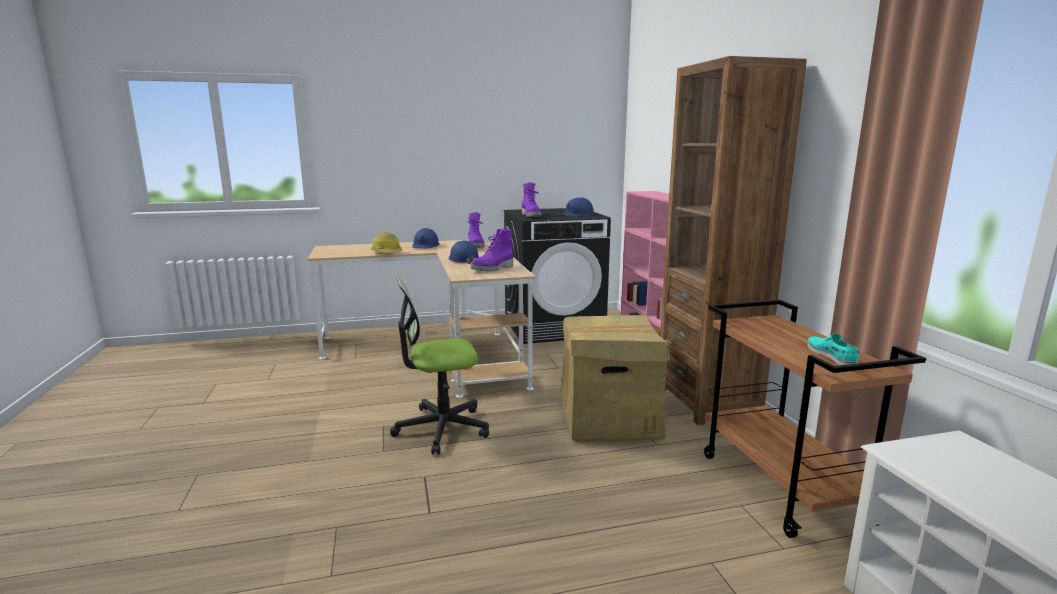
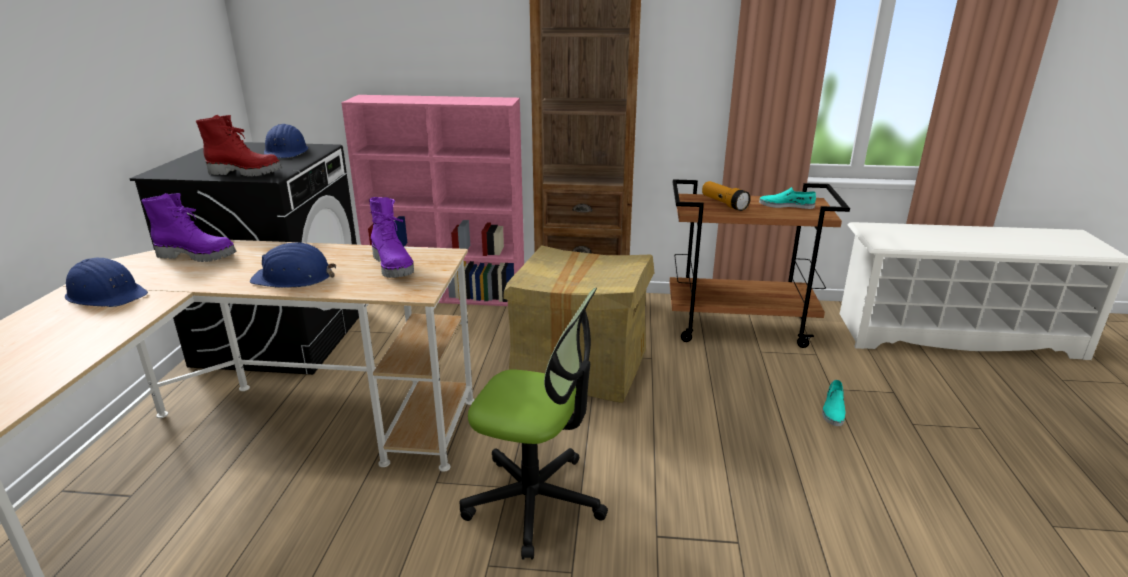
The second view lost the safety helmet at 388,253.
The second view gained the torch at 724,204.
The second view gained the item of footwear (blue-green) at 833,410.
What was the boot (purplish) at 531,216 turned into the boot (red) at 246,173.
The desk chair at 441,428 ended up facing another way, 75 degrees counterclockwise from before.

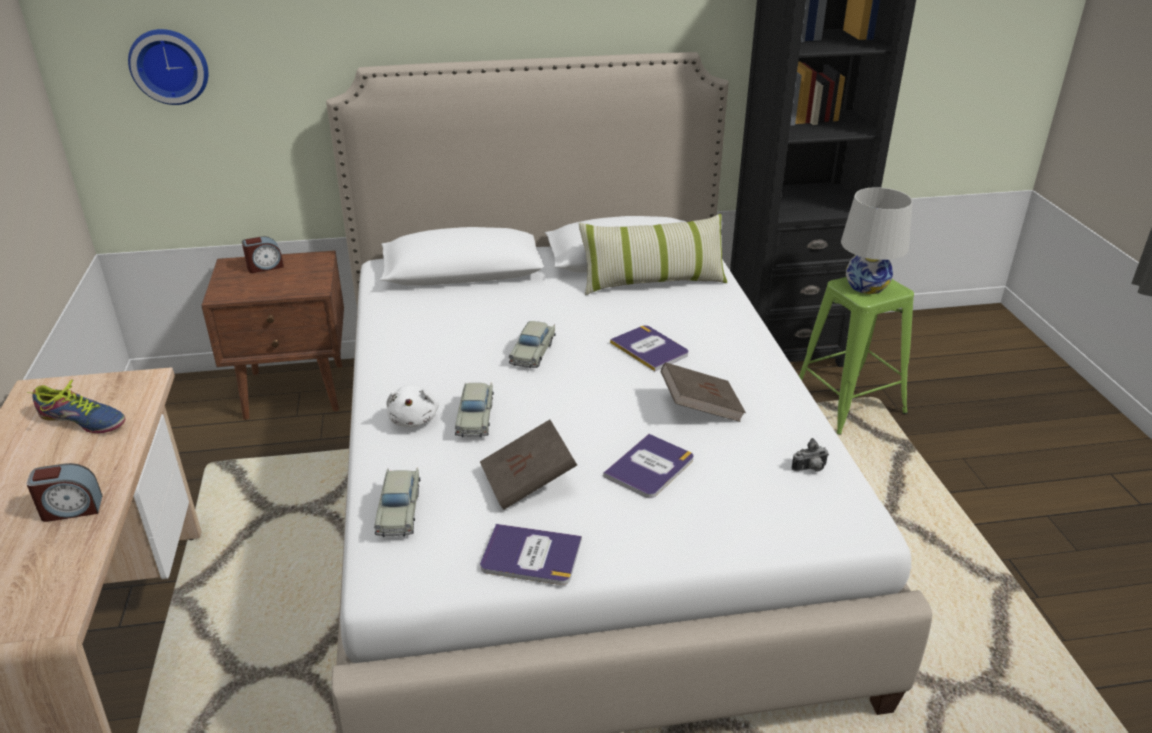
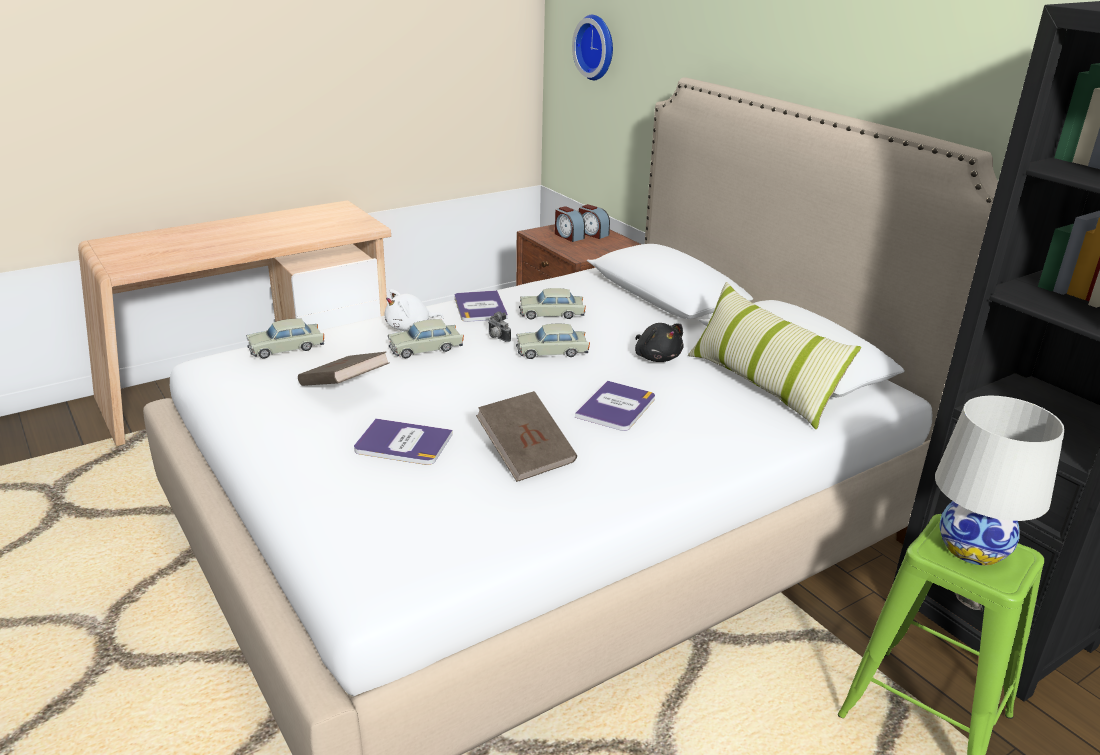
The second view lost the item of footwear at 83,420.
The second view gained the miniature car (beige) at 551,314.
The second view gained the plush toy (black) at 657,357.
The alarm clock ended up elsewhere, having gone from 71,509 to 568,236.
The volume ended up elsewhere, having gone from 531,556 to 480,307.
The photo camera ended up elsewhere, having gone from 810,469 to 497,338.

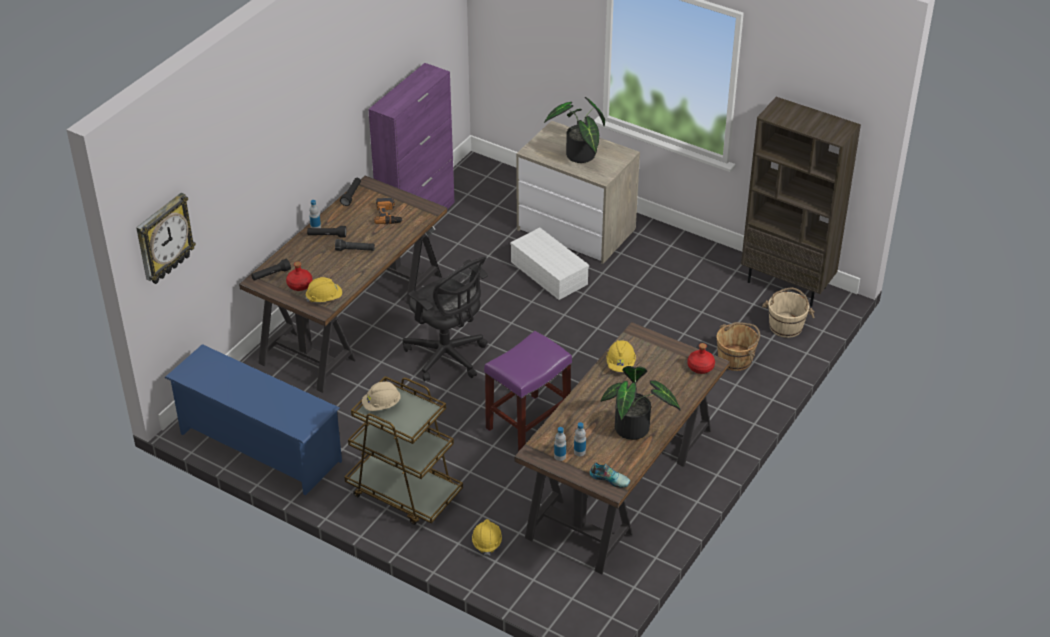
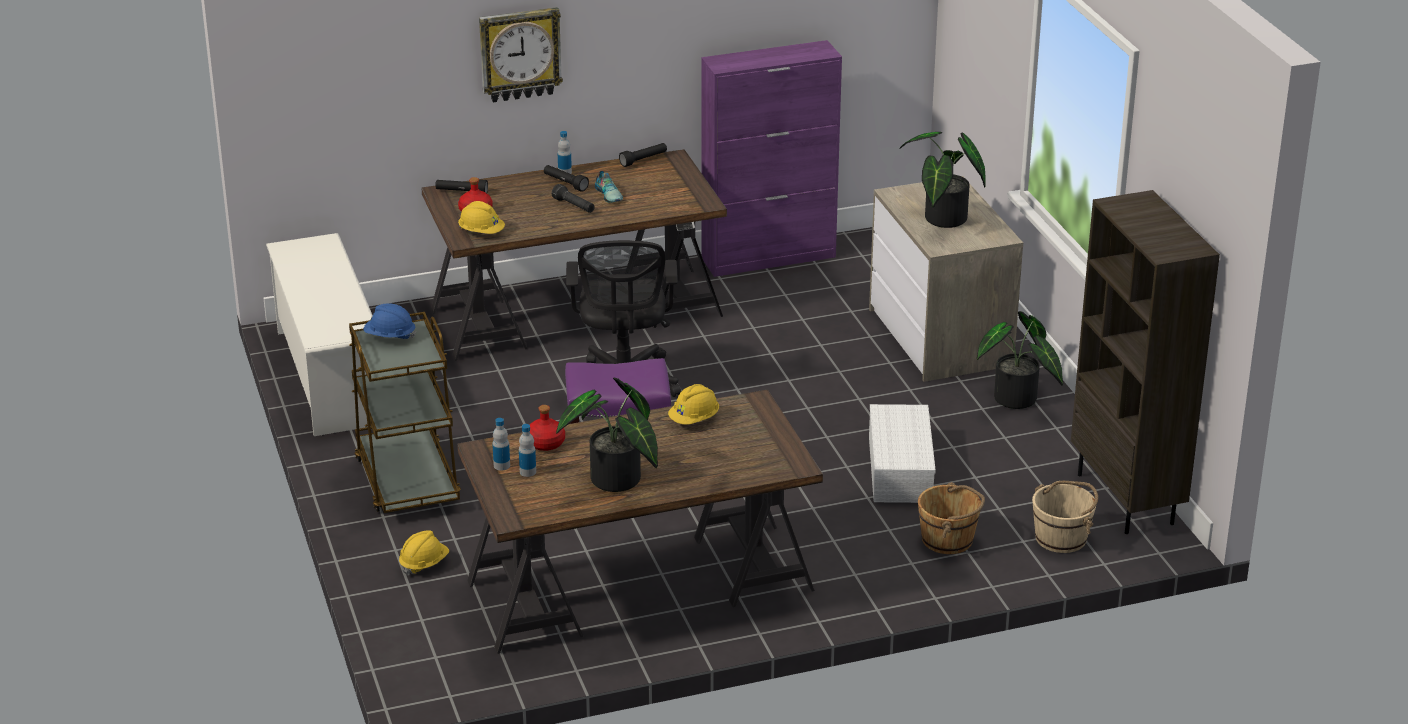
The second view lost the electric drill at 388,215.
The second view gained the potted plant at 1016,401.
The hanging clock ended up elsewhere, having gone from 163,239 to 520,54.
The storage bin (white) ended up elsewhere, having gone from 547,273 to 898,468.
The item of footwear ended up elsewhere, having gone from 610,478 to 609,194.
The drink bottle (red) ended up elsewhere, having gone from 701,367 to 545,443.
What was the shoe stand (bluish) at 259,447 turned into the shoe stand (white) at 330,376.
What was the safety helmet (beige) at 381,405 turned into the safety helmet (bluish) at 390,336.

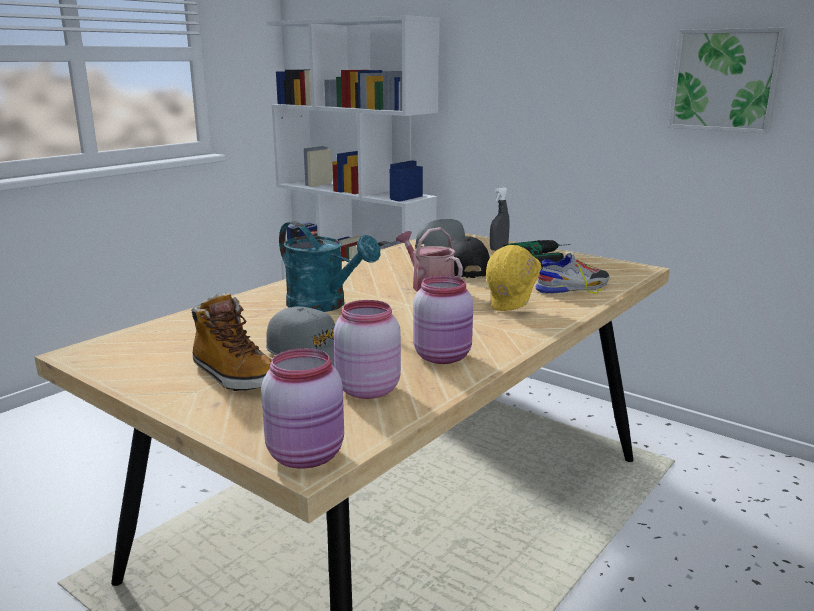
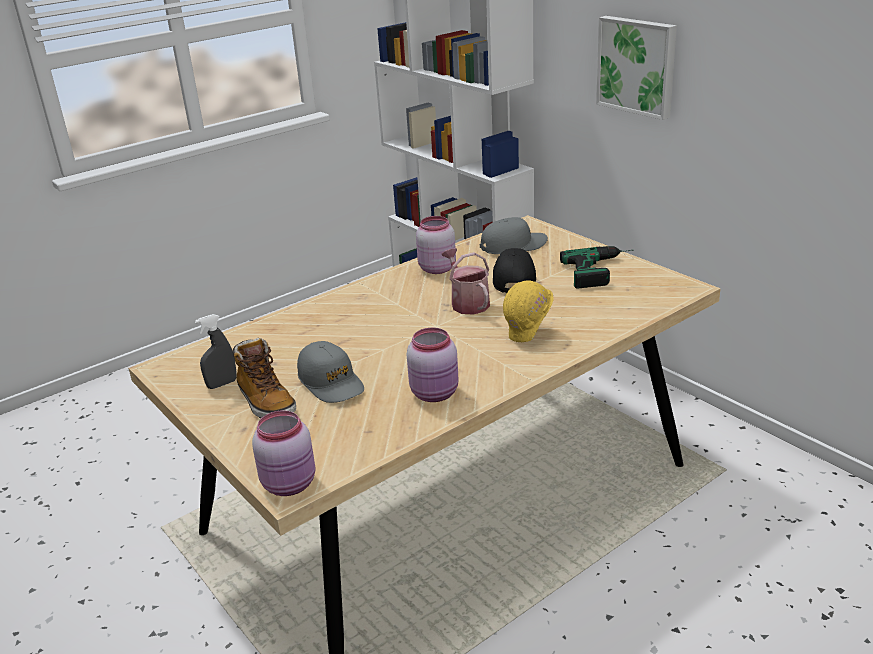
The second view lost the watering can (blue-green) at 324,305.
The second view lost the item of footwear at 573,287.
The preserve jar (pink-coloured) ended up elsewhere, having gone from 366,389 to 436,268.
The spray bottle (greyish) ended up elsewhere, having gone from 498,249 to 222,384.
The wall art ended up elsewhere, having gone from 725,80 to 637,66.

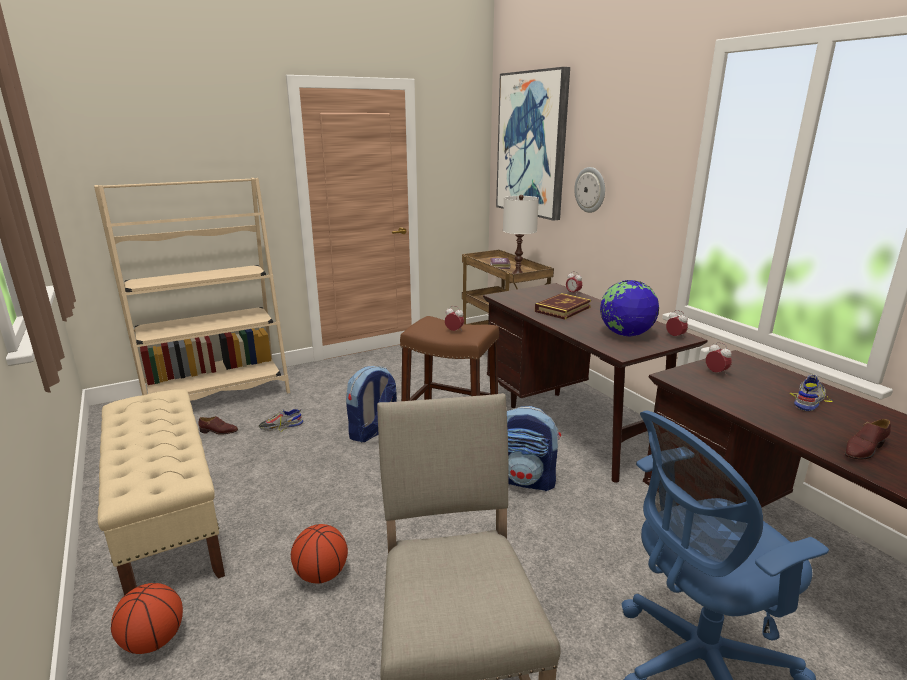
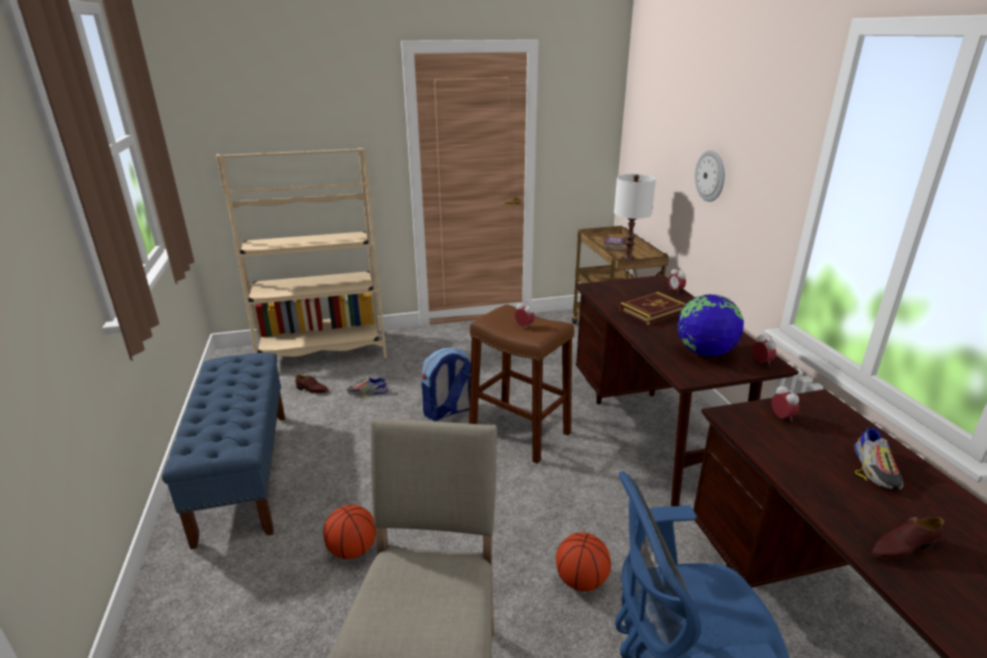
The second view lost the wall art at 532,144.
The second view lost the knapsack at 526,480.
The ball for basketball ended up elsewhere, having gone from 154,640 to 581,580.
What was the indoor bench (beige) at 168,522 turned into the indoor bench (bluish) at 244,473.
The item of footwear at 808,398 ended up facing another way, 135 degrees clockwise from before.

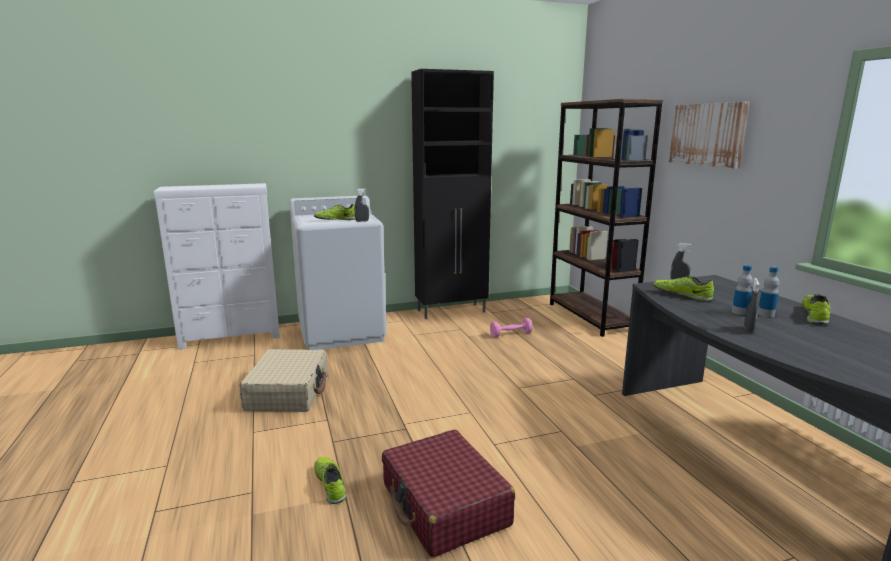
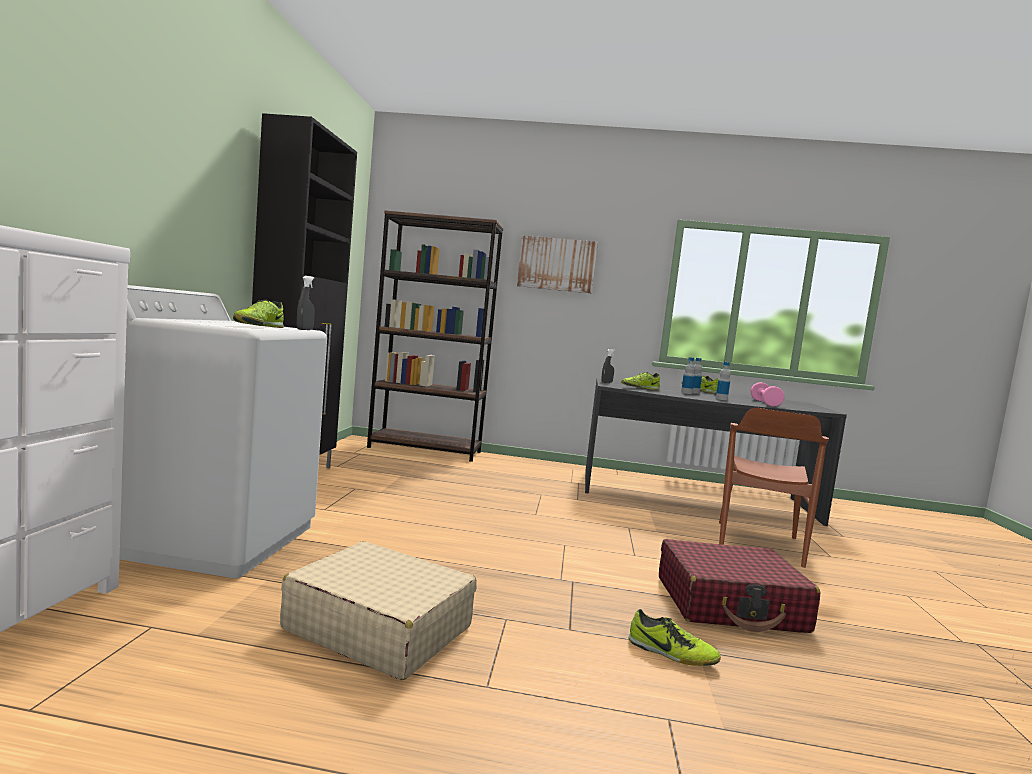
The second view gained the plain chair (brown) at 758,543.
The free weight (pink-coloured) ended up elsewhere, having gone from 510,334 to 765,403.
Where the spray bottle (greyish) stood at 748,329, the drink bottle came to stand at 721,399.
The item of footwear at 330,484 ended up facing another way, 150 degrees counterclockwise from before.

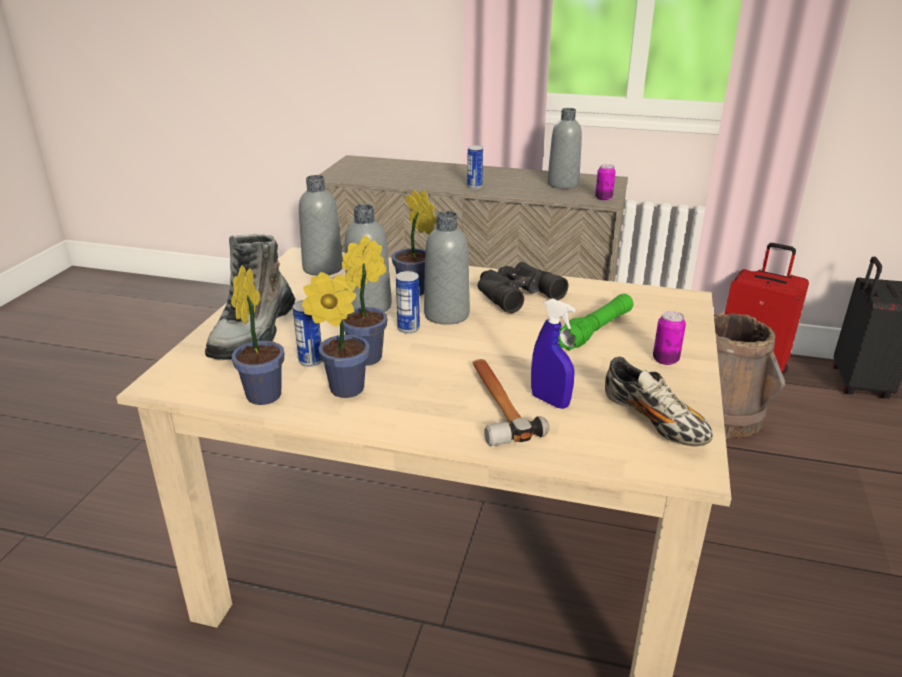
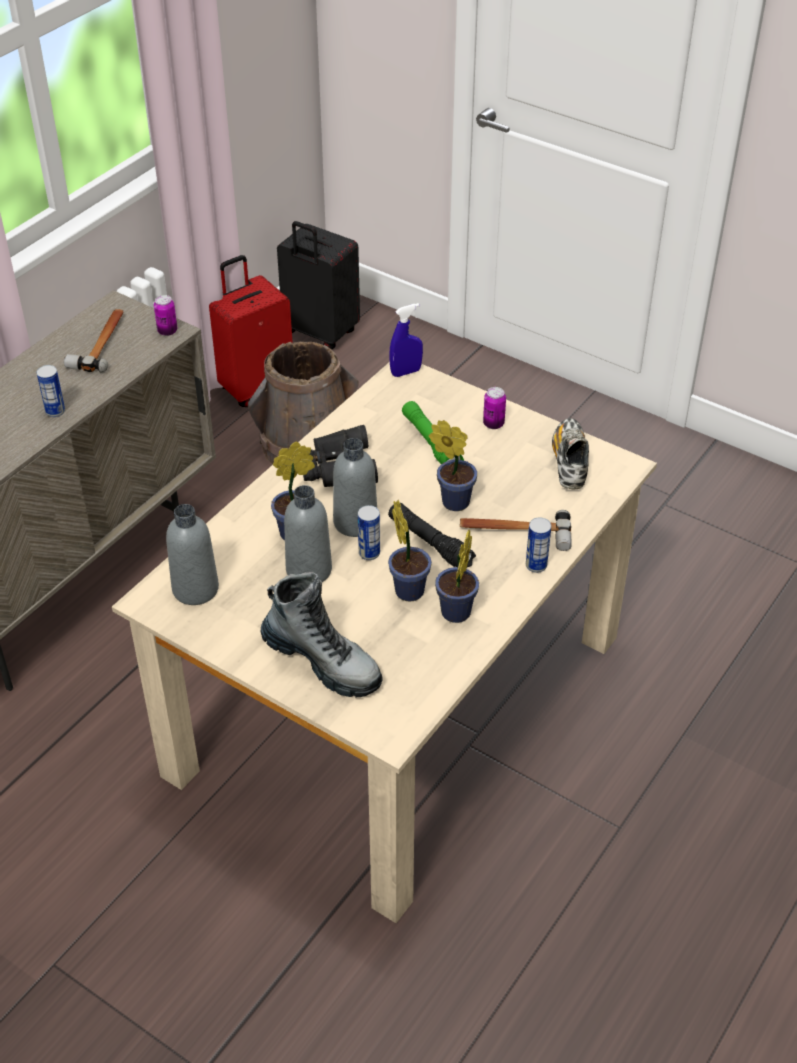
The second view gained the torch (black) at 430,543.
The potted plant ended up elsewhere, having gone from 266,393 to 452,501.
The sealed can ended up elsewhere, having gone from 311,361 to 536,565.
The spray bottle (bluish) ended up elsewhere, having gone from 550,401 to 406,372.
Where the drink bottle (greyish) stood at 563,184, the hand hammer came to stand at 101,343.
The item of footwear at 654,422 ended up facing another way, 75 degrees counterclockwise from before.

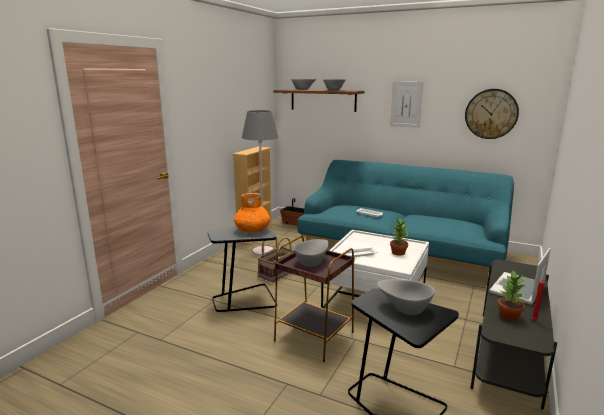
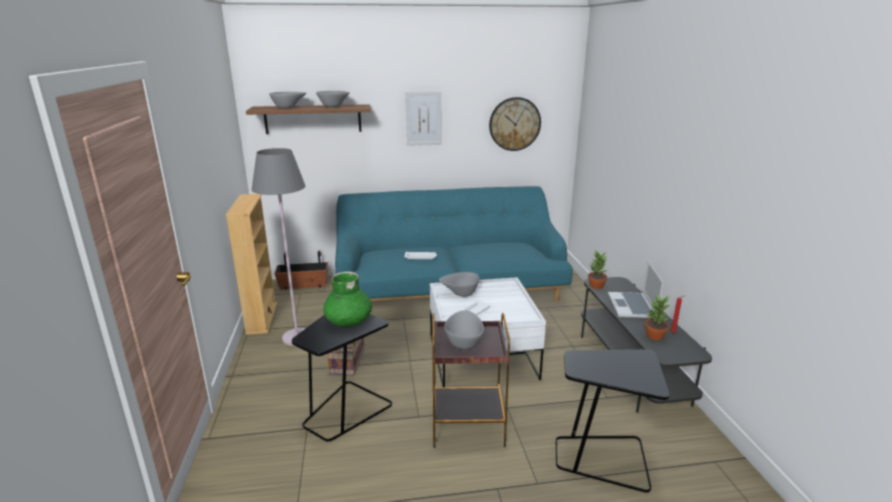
The serving bowl (greyish) ended up elsewhere, having gone from 404,308 to 460,293.
The potted plant ended up elsewhere, having gone from 398,252 to 596,286.
What was the decorative vase (orange) at 252,230 turned into the decorative vase (green-coloured) at 349,320.

